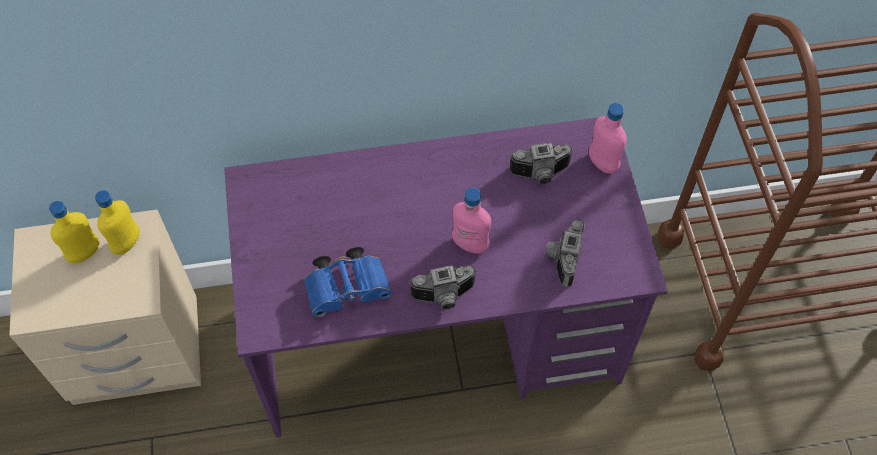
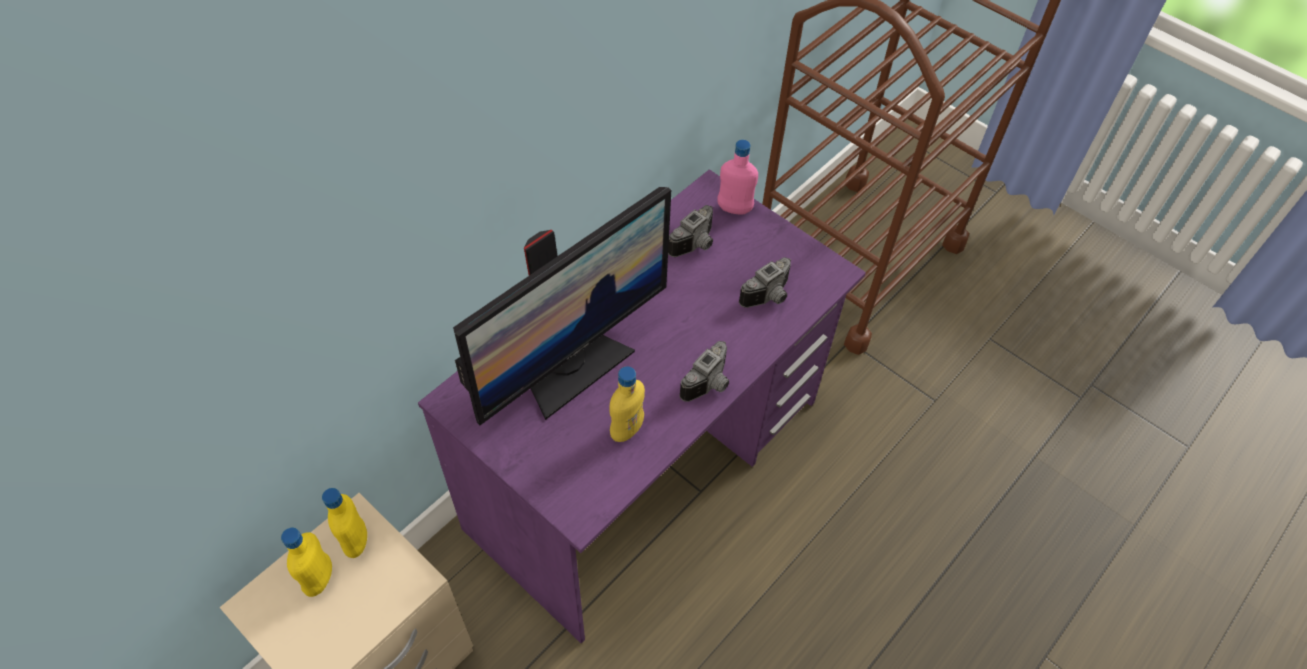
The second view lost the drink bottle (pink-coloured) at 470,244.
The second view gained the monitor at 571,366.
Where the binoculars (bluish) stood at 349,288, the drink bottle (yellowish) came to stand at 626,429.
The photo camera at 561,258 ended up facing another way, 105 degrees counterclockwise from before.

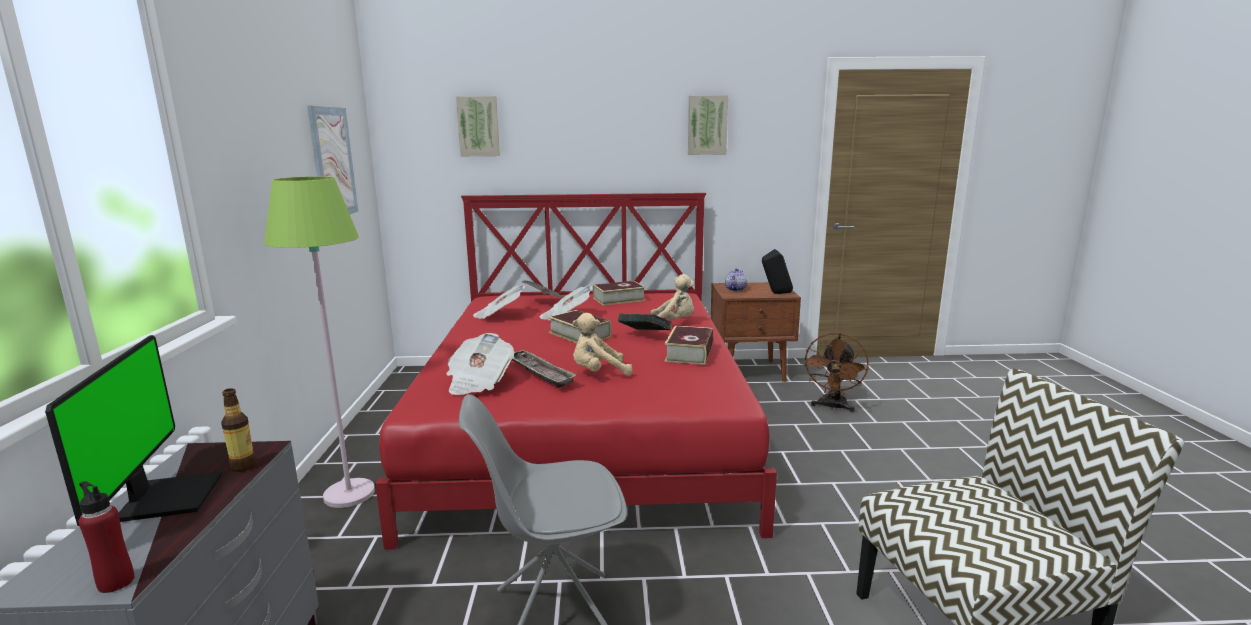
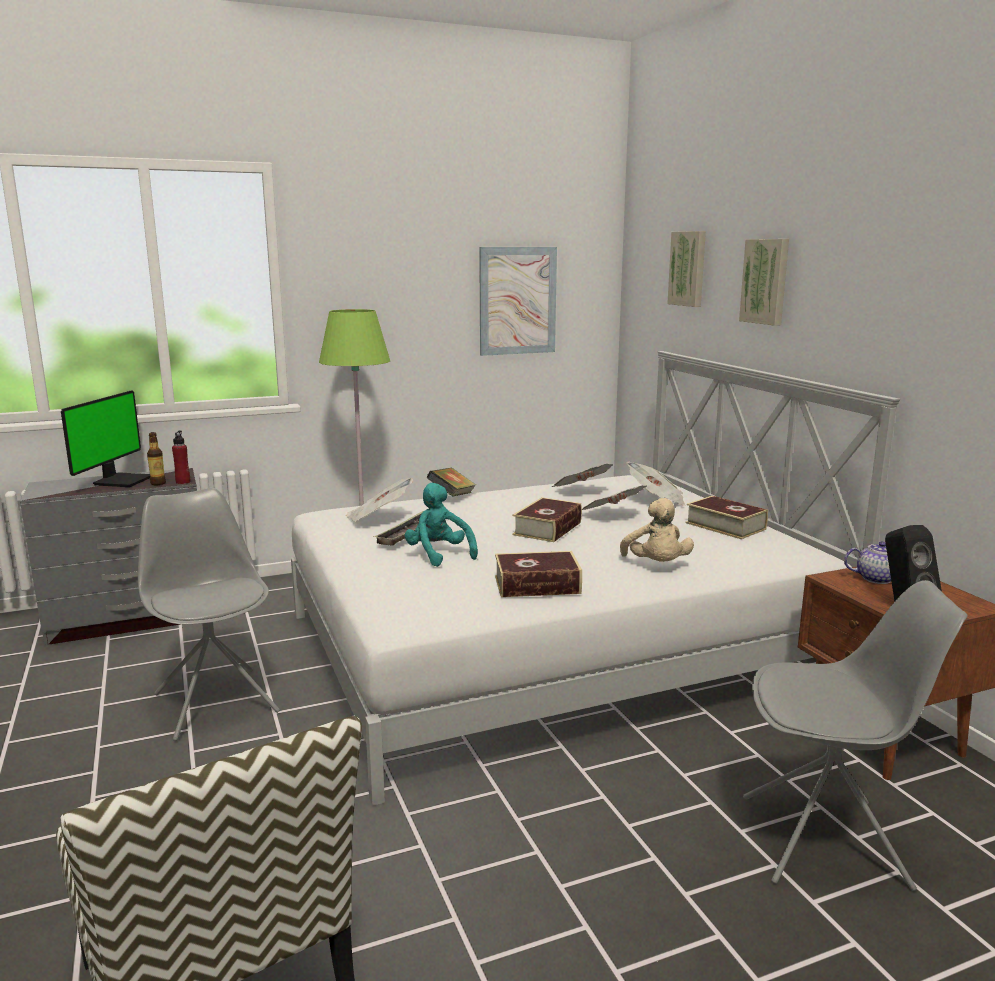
The drink bottle (red) ended up elsewhere, having gone from 116,582 to 183,482.
The volume ended up elsewhere, having gone from 644,336 to 452,497.
The wall art ended up elsewhere, having gone from 707,125 to 766,281.
Where the electric fan (brown) stood at 832,407, the plain chair (greyish) came to stand at 827,841.
What was the bedroom bed (red) at 584,430 turned into the bedroom bed (white) at 551,647.
What was the plush toy (beige) at 598,373 turned into the plush toy (blue-green) at 439,555.
The monitor at 166,498 ended up facing another way, 45 degrees counterclockwise from before.

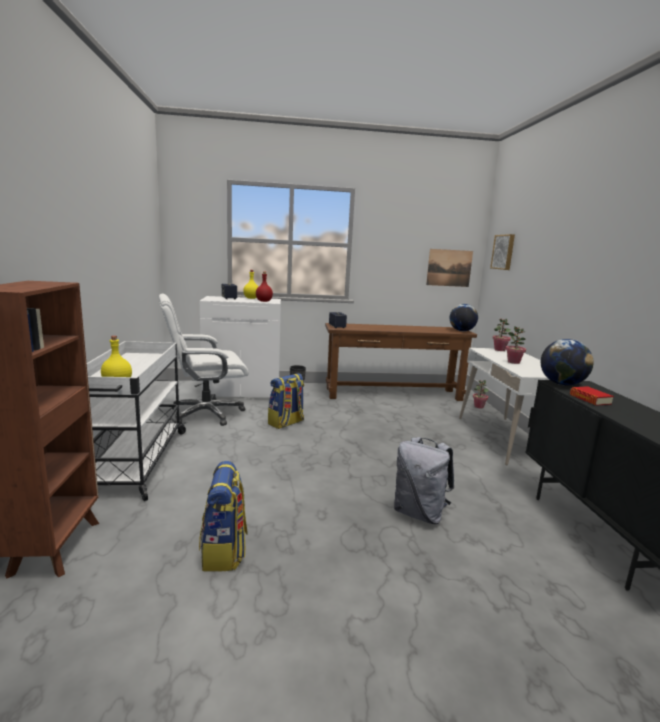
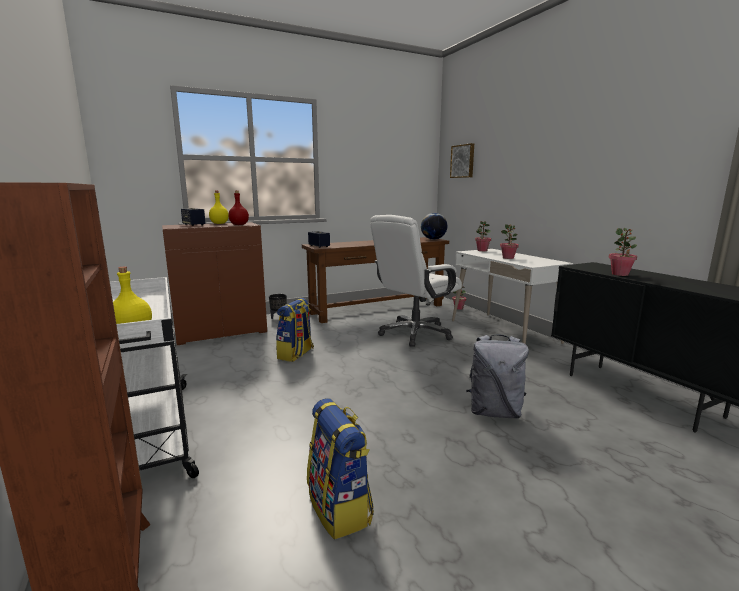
The second view lost the wall art at 449,268.
The second view lost the world globe at 562,384.
The desk chair (white) ended up elsewhere, having gone from 205,414 to 415,334.
Where the volume stood at 590,399, the potted plant came to stand at 620,274.
What was the storage cabinet (white) at 242,392 turned into the storage cabinet (brown) at 221,331.

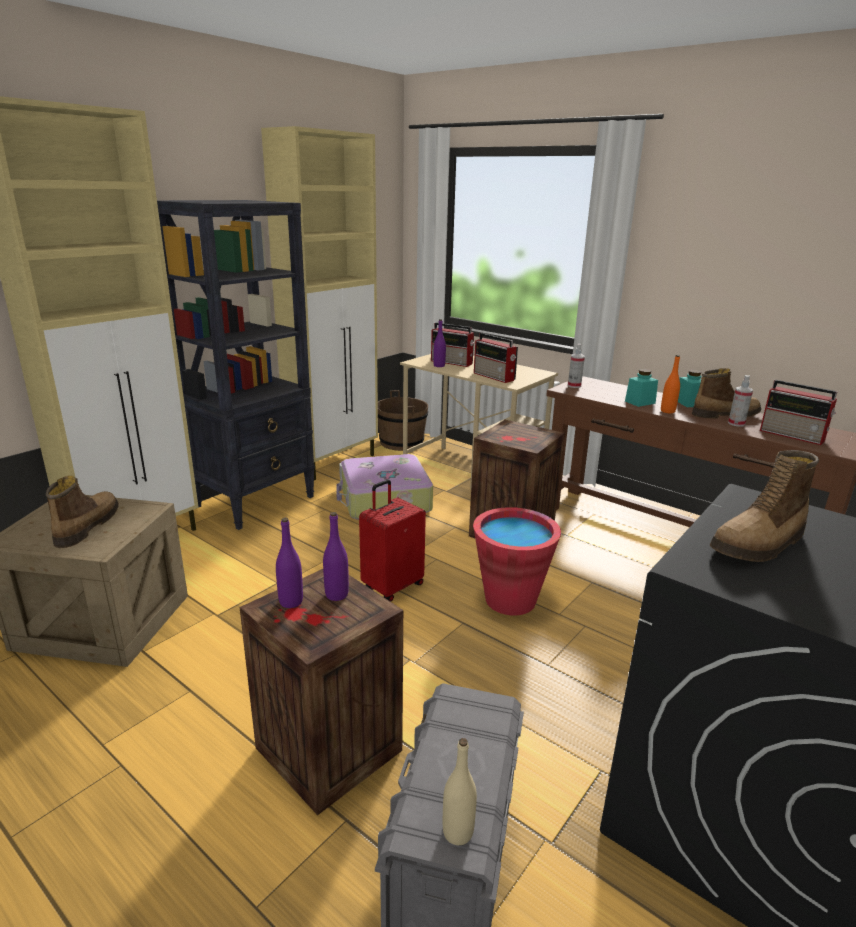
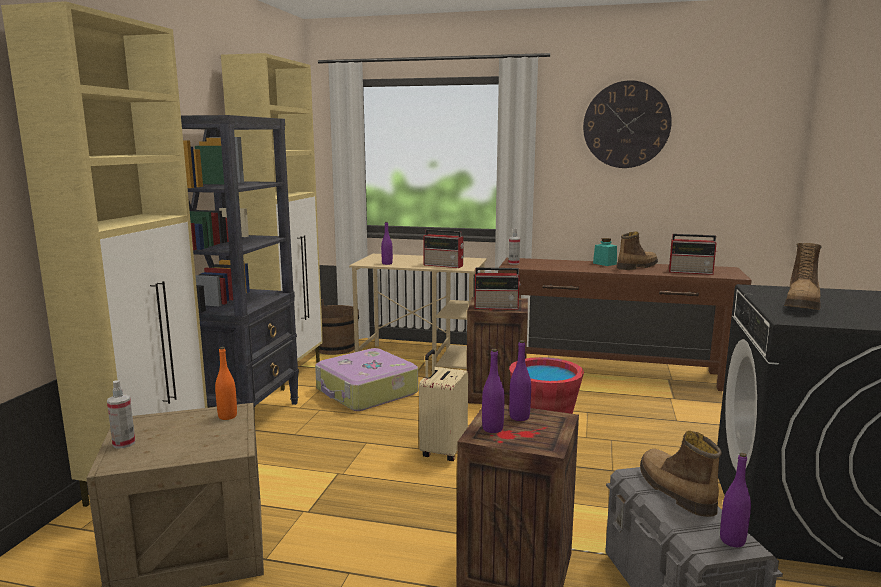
The second view lost the preserve jar (blue-green) at 640,402.
The second view gained the hanging clock at 626,125.
The boot ended up elsewhere, having gone from 86,526 to 674,491.
The radio receiver ended up elsewhere, having gone from 452,362 to 497,307.
The drink bottle (orange) ended up elsewhere, having gone from 667,411 to 227,416.
The spray bottle ended up elsewhere, having gone from 736,423 to 124,443.
What was the travel case (red) at 392,586 turned into the travel case (beige) at 442,451.
What was the drink bottle (beige) at 457,832 turned into the drink bottle (purplish) at 732,541.

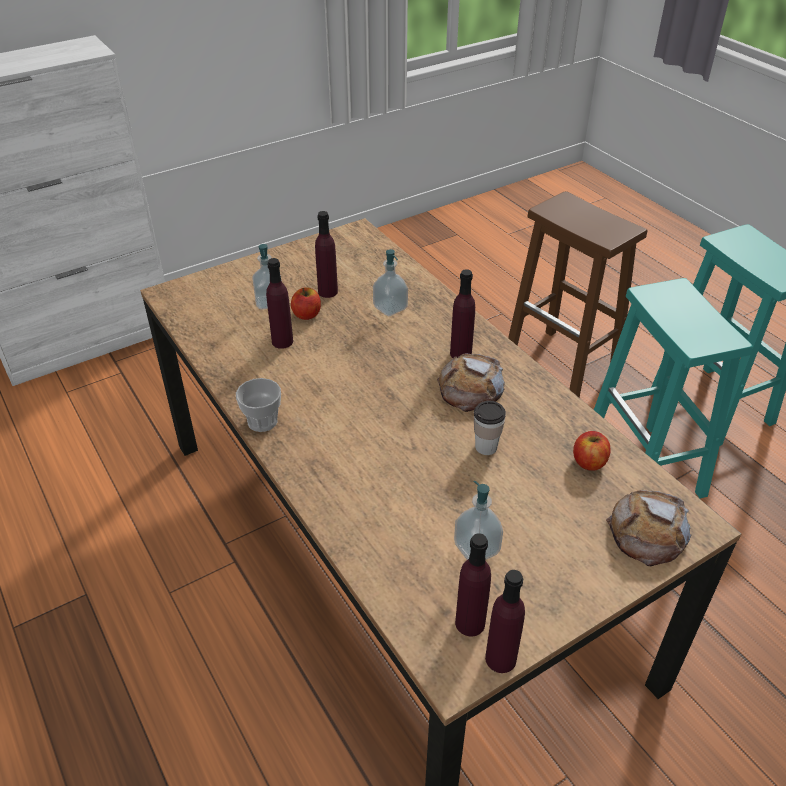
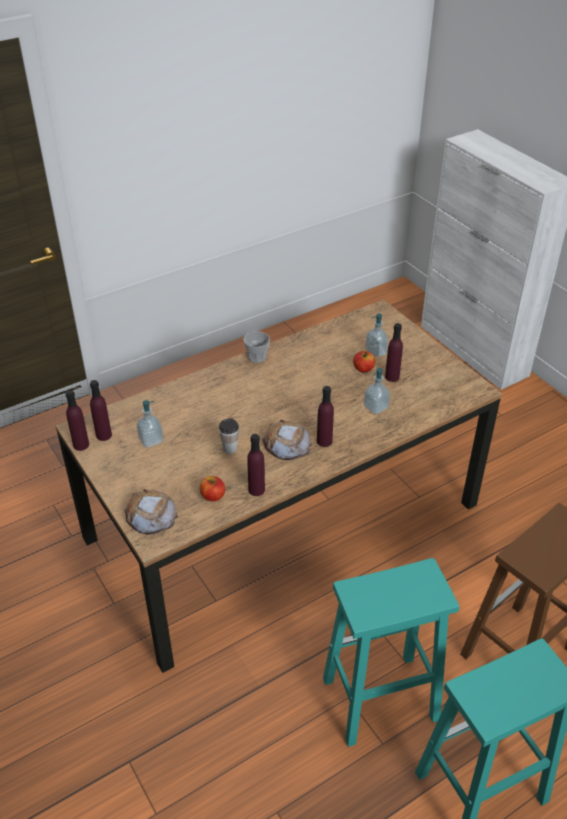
The drink bottle (purplish) ended up elsewhere, having gone from 282,341 to 256,489.

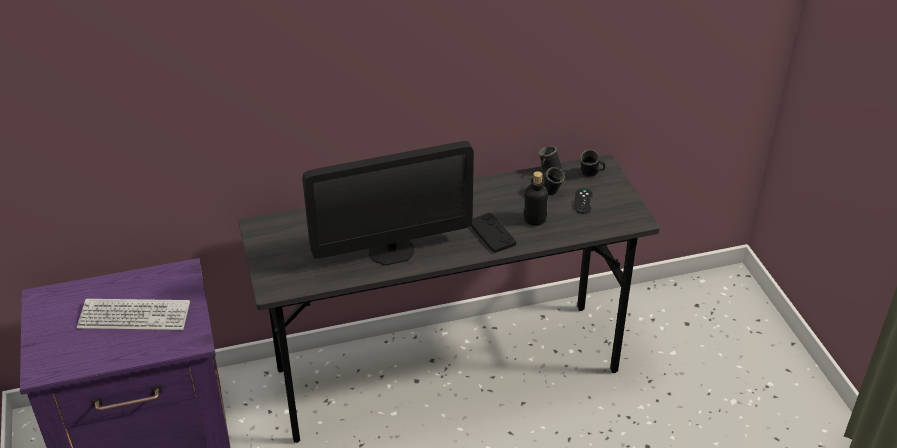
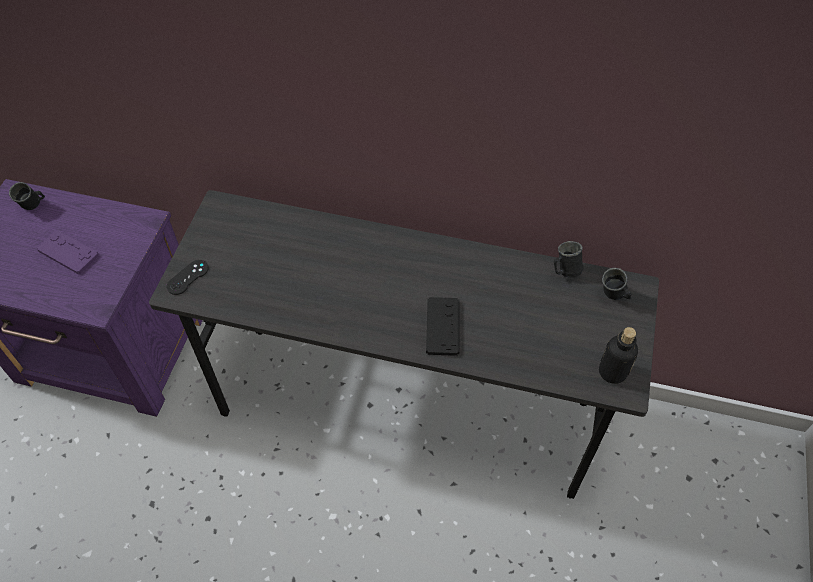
The second view lost the monitor at 391,251.
The drink bottle ended up elsewhere, having gone from 534,219 to 612,372.
The mug (black) ended up elsewhere, having gone from 554,191 to 34,206.
The game controller (black) ended up elsewhere, having gone from 583,201 to 187,277.
Where the keyboard stood at 134,316, the game controller (purplish) came to stand at 68,253.

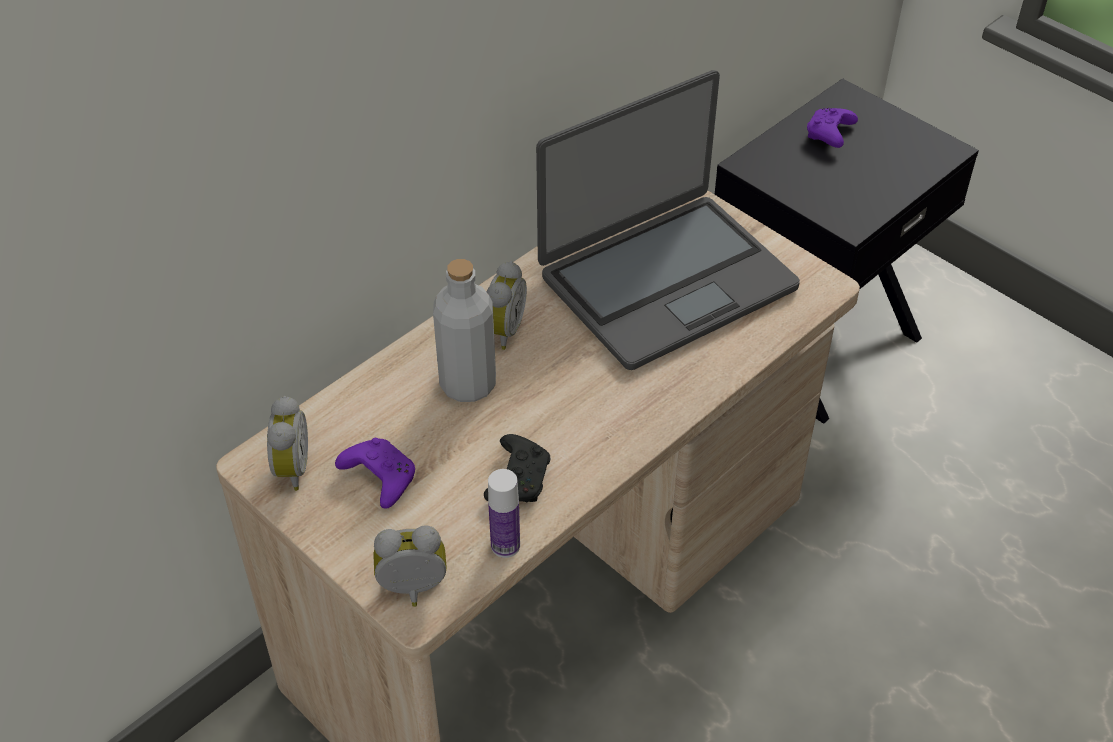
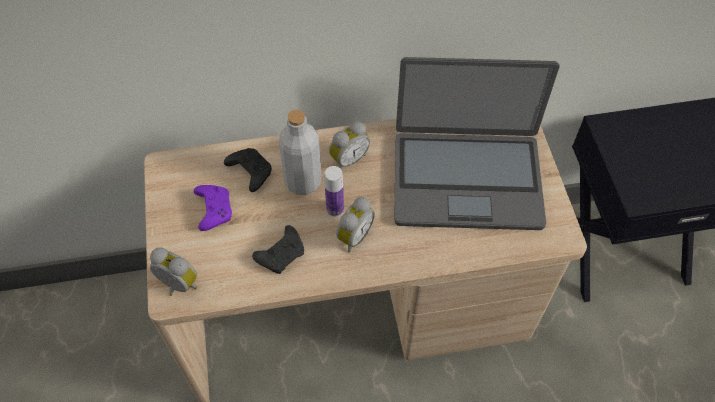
The second view lost the game controller (purplish) at 829,135.
The second view gained the game controller (black) at 250,172.
The alarm clock ended up elsewhere, having gone from 289,469 to 353,236.
The drink bottle ended up elsewhere, having gone from 505,545 to 335,209.

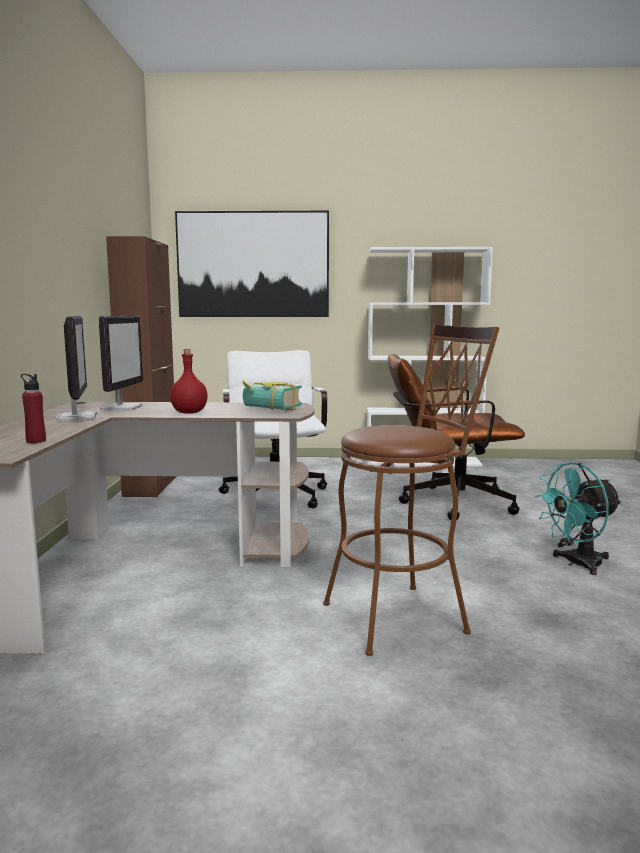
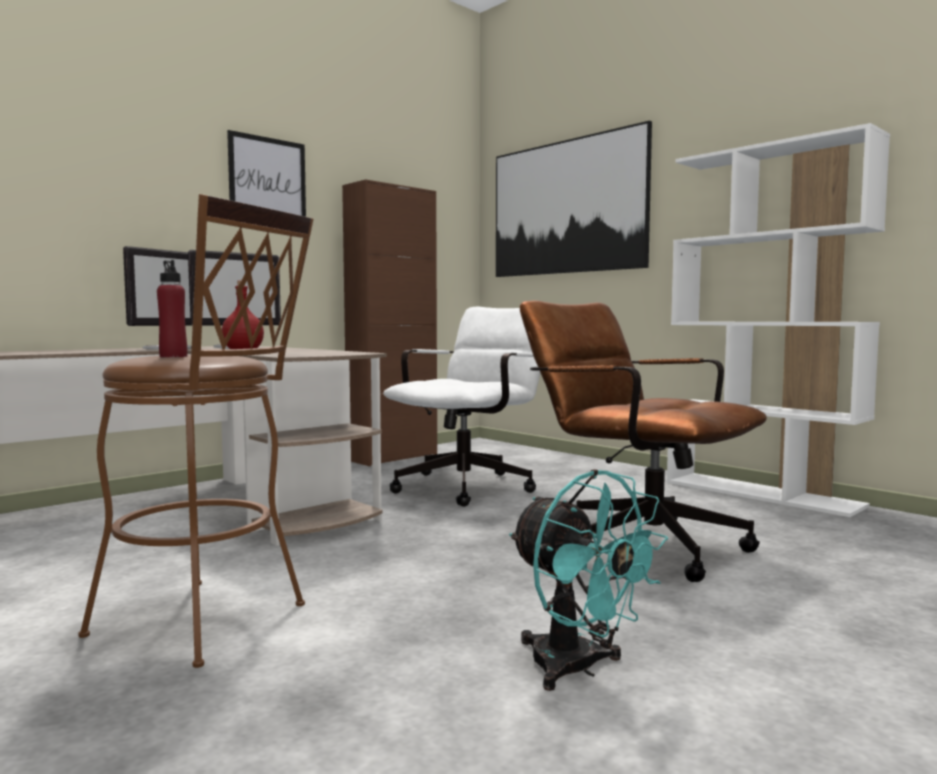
The second view lost the volume at 269,409.
The second view gained the wall art at 267,179.
The drink bottle (red) ended up elsewhere, having gone from 36,441 to 173,356.
The electric fan (blue-green) at 576,564 ended up facing another way, 150 degrees counterclockwise from before.

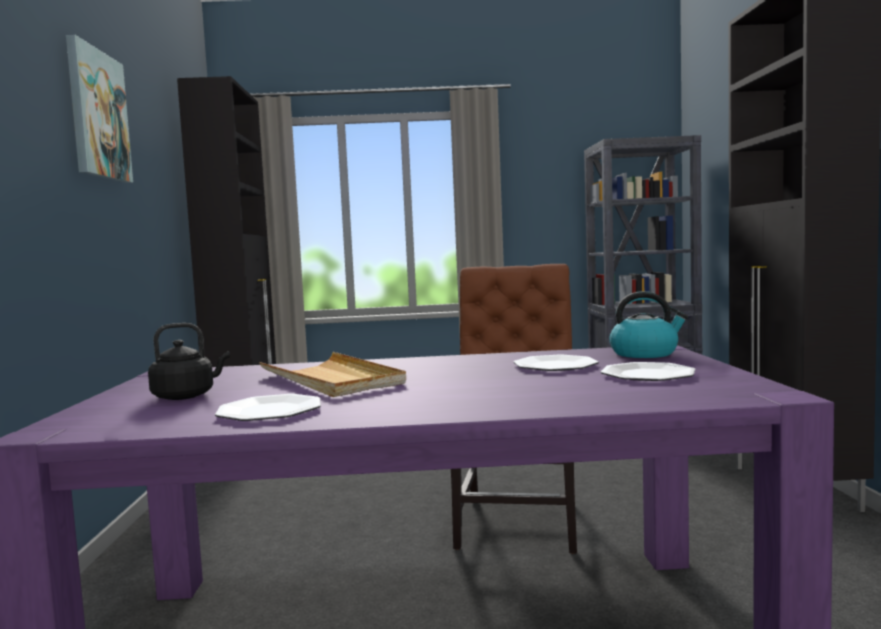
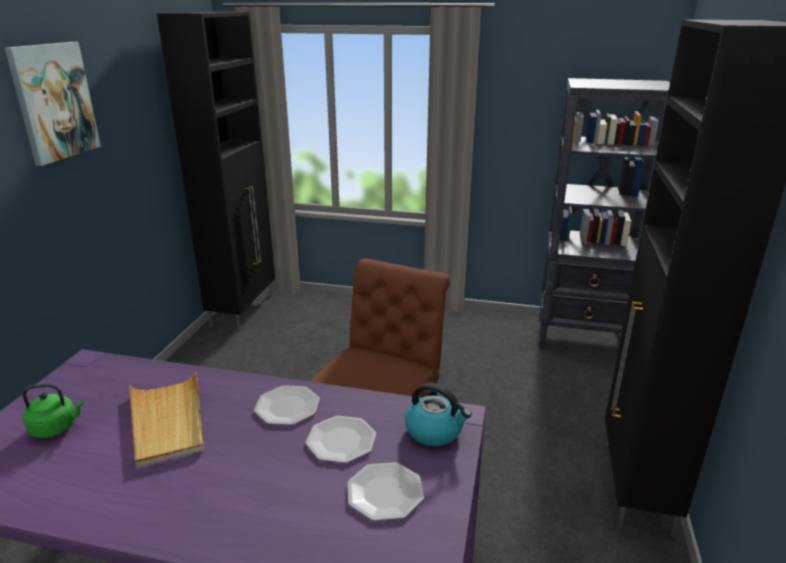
The dinner plate ended up elsewhere, having gone from 270,411 to 287,407.
What was the tea kettle (black) at 187,396 turned into the tea kettle (green-coloured) at 57,428.

